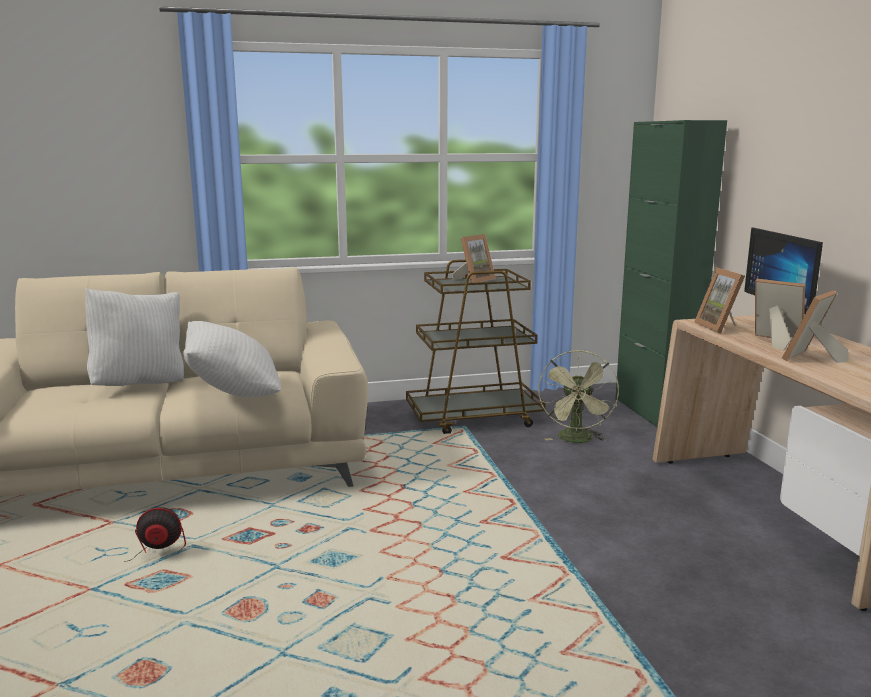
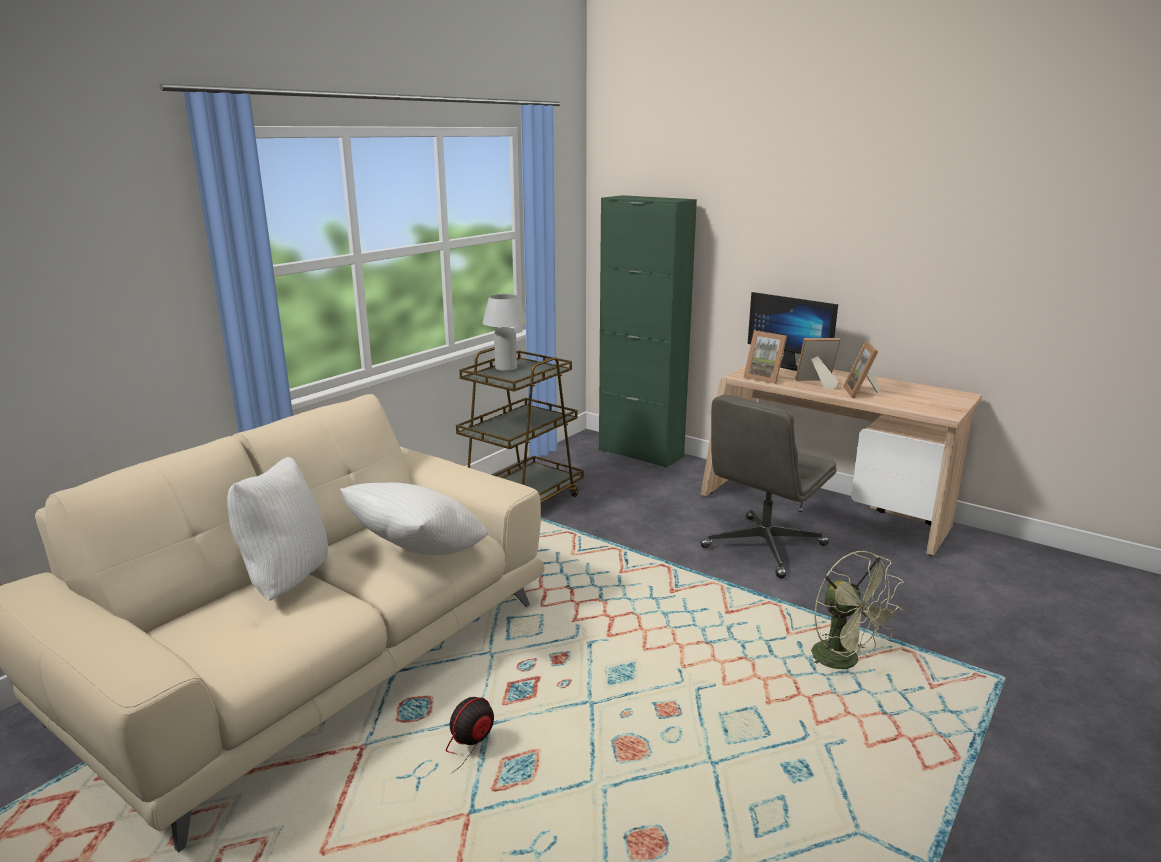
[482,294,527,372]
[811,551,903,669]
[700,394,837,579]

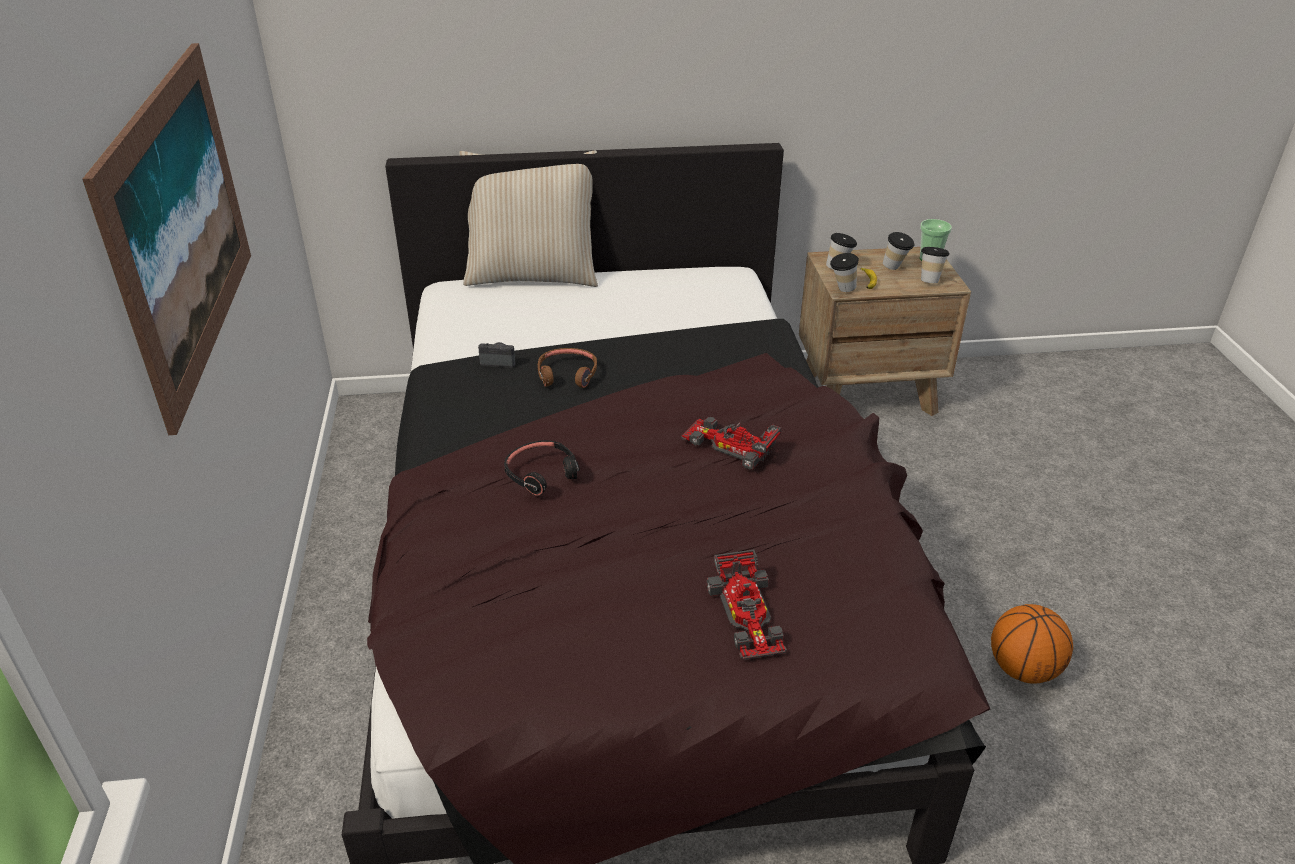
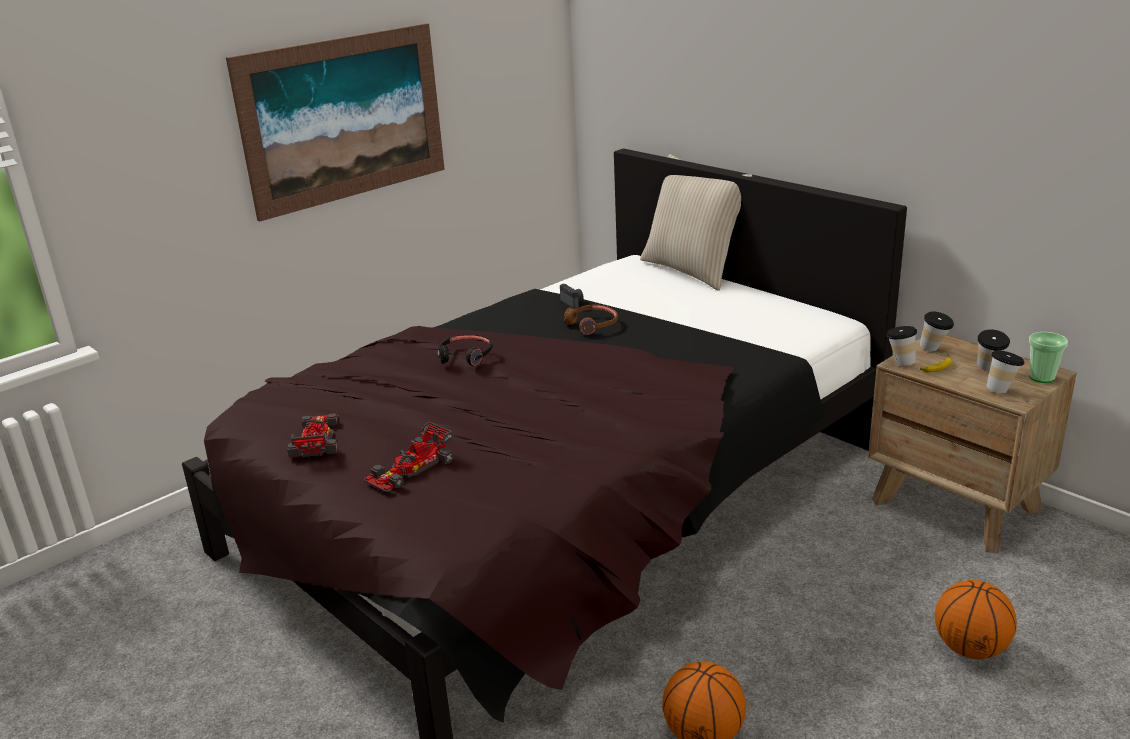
[287,413,339,458]
[935,580,1017,659]

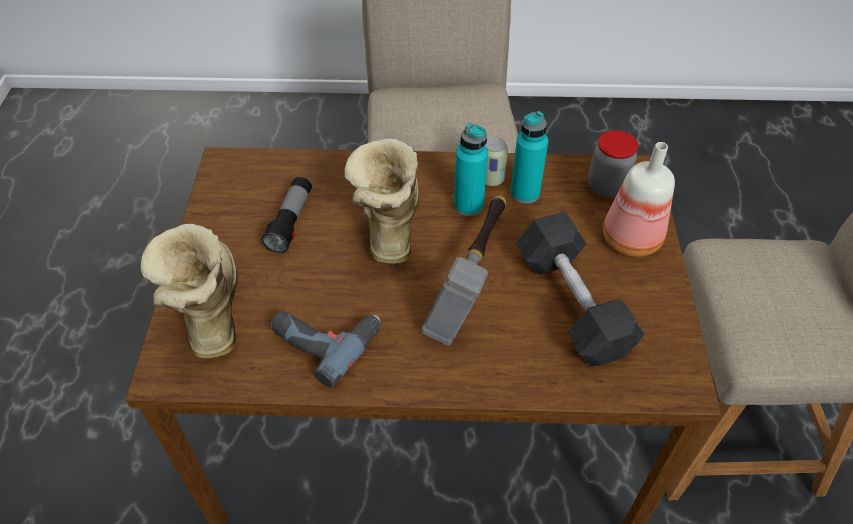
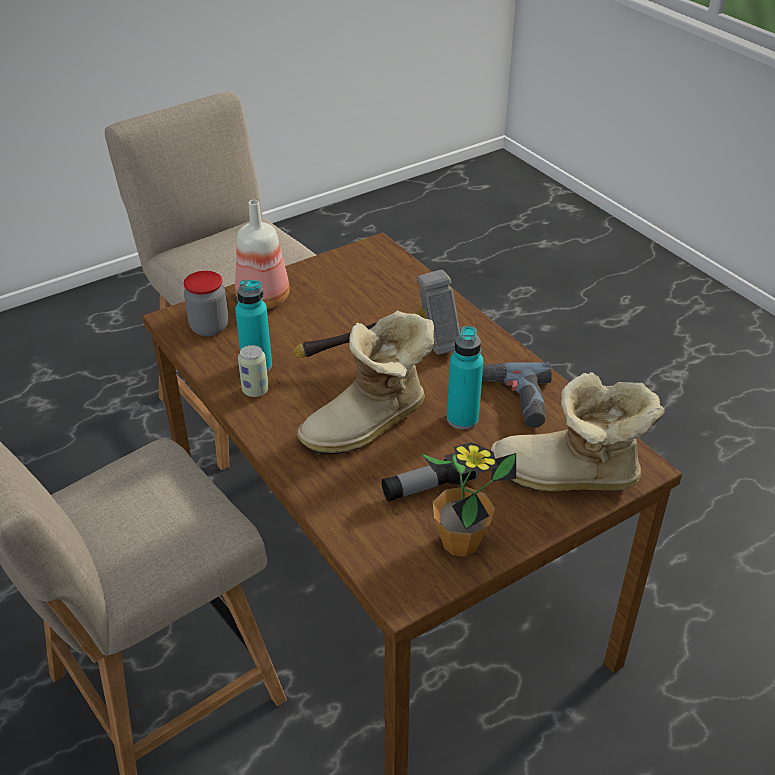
[447,326,483,429]
[516,211,645,366] (first image)
[490,372,665,491]
[421,442,516,557]

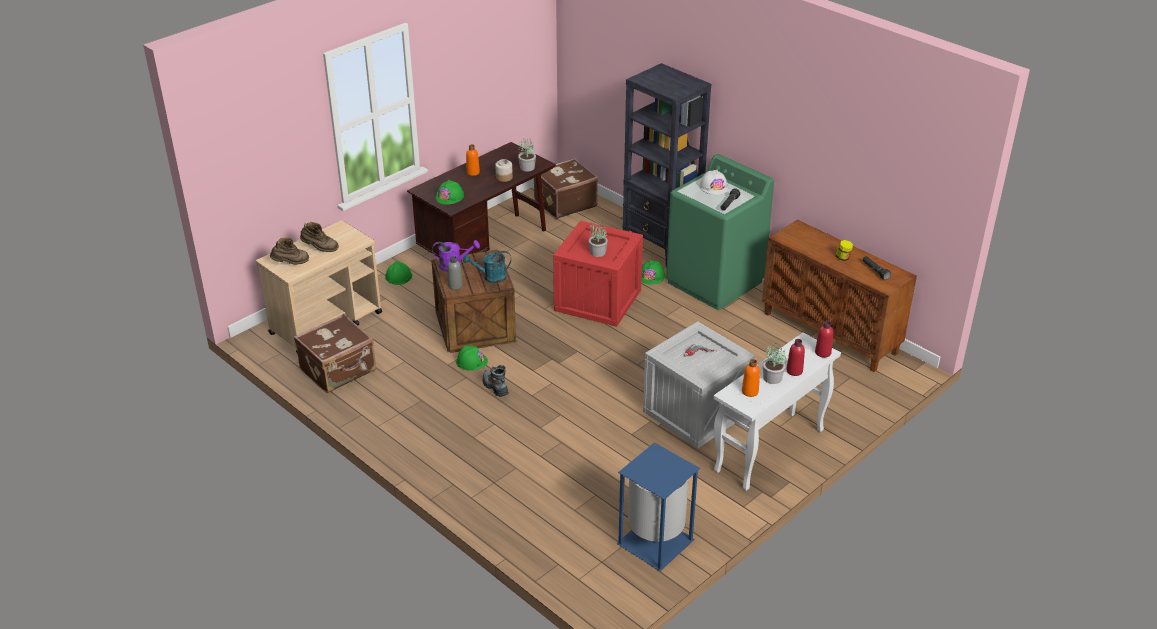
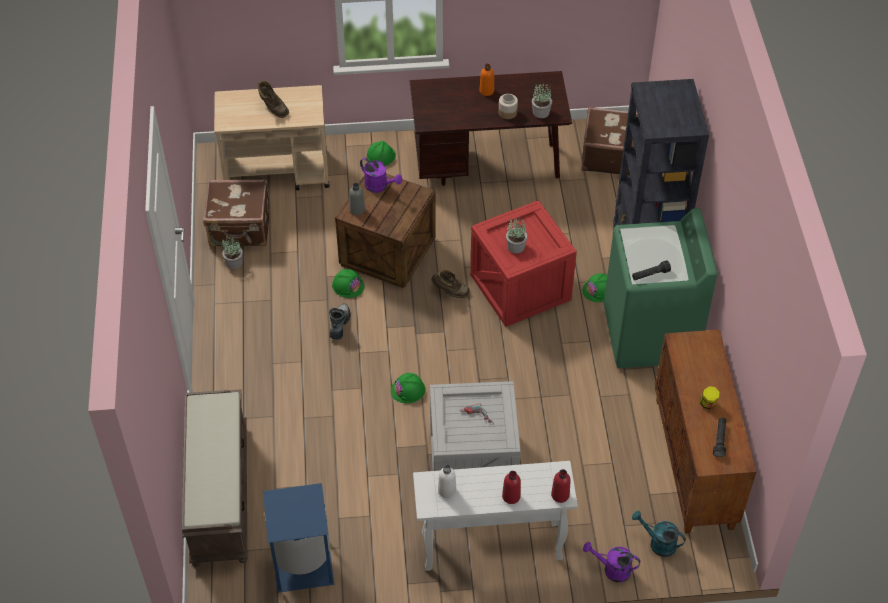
[700,170,728,195] (first image)
[391,373,425,403]
[431,269,470,298]
[632,511,686,557]
[222,234,243,269]
[438,465,456,498]
[182,390,247,567]
[583,542,640,582]

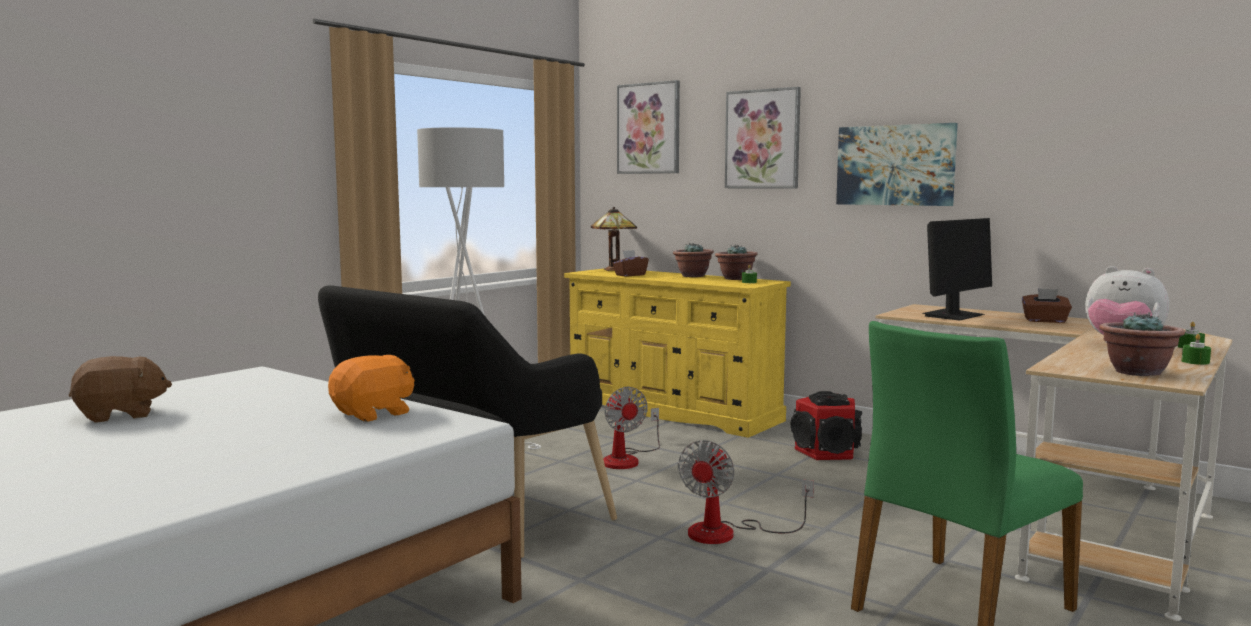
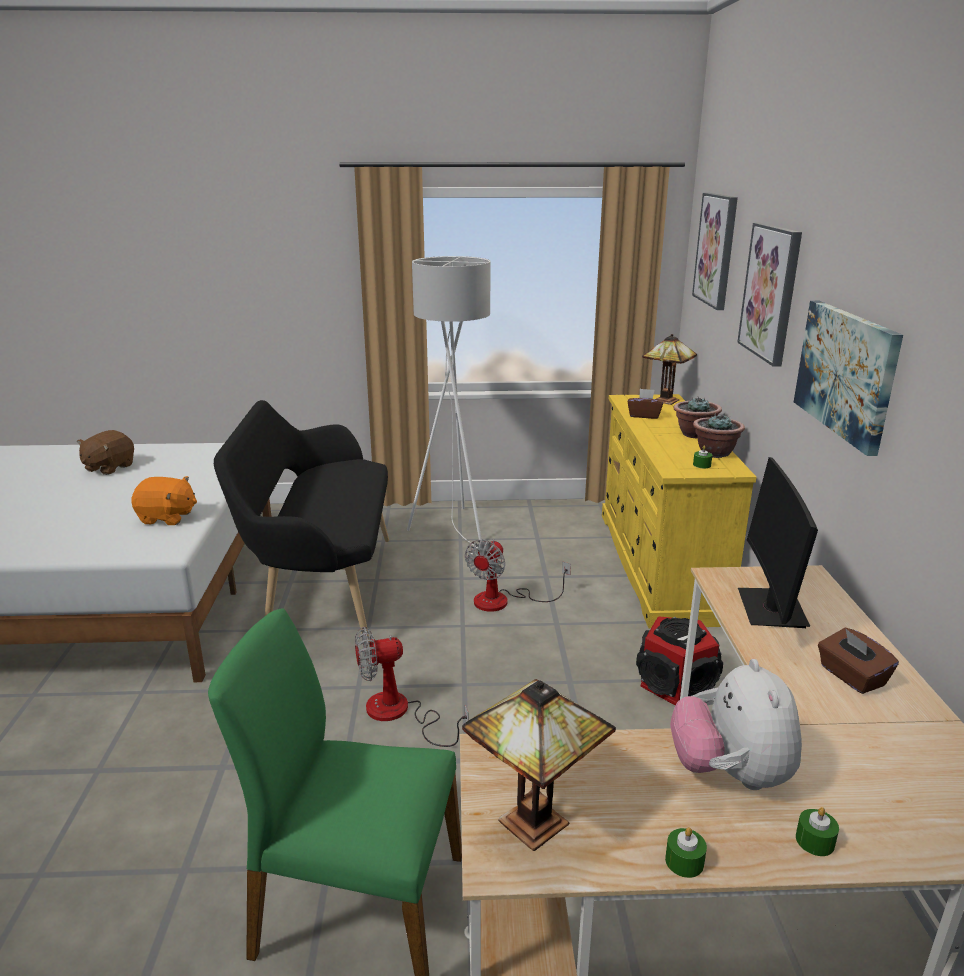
[738,457,818,628]
[462,679,616,851]
[77,430,134,475]

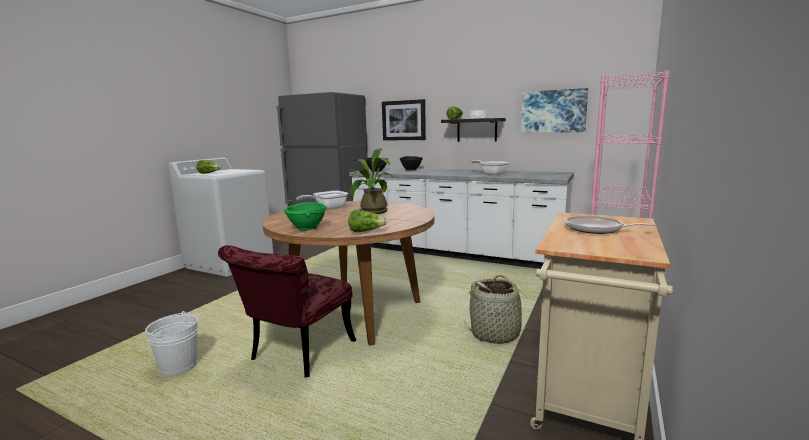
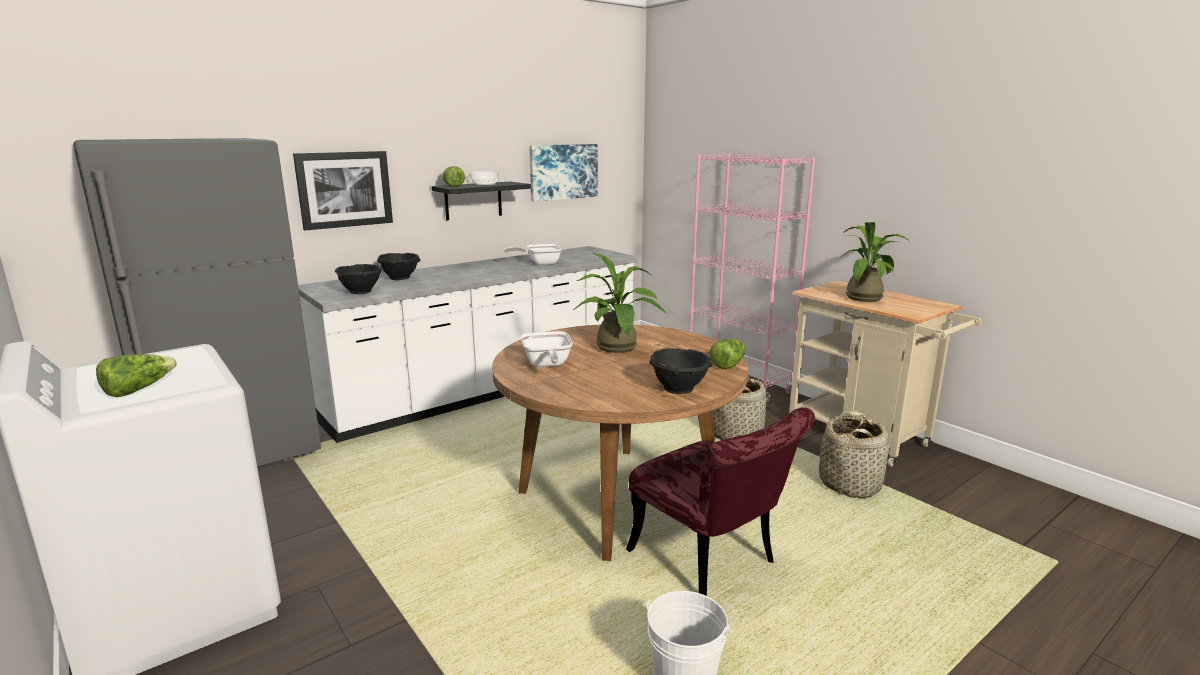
[649,348,712,394]
[841,222,908,302]
[819,411,889,498]

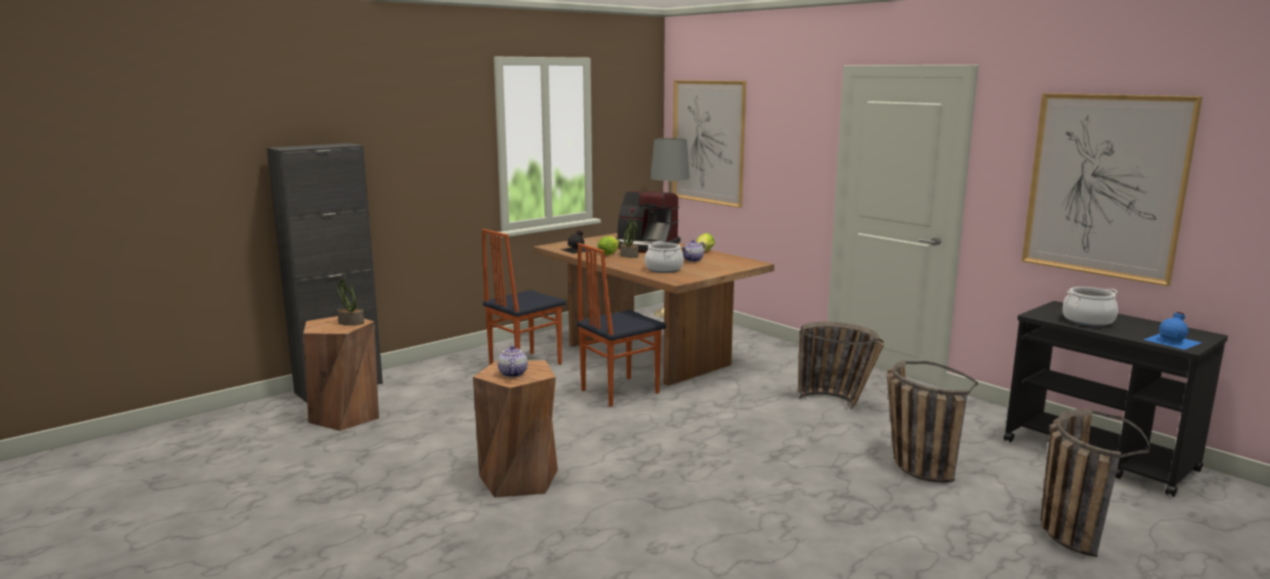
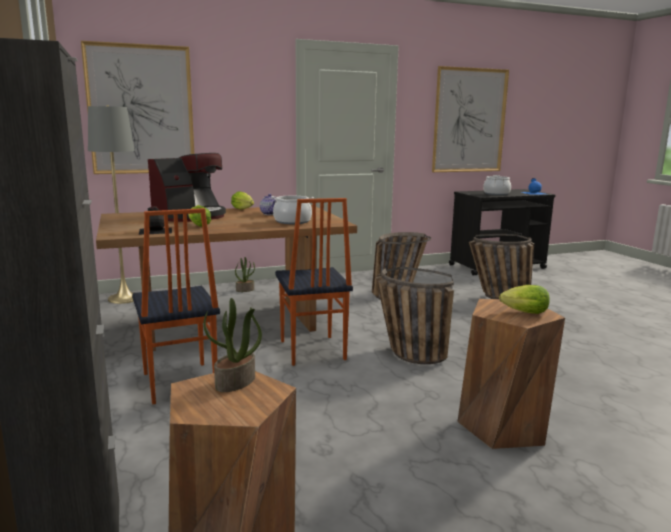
[235,257,255,292]
[499,285,550,314]
[376,267,454,364]

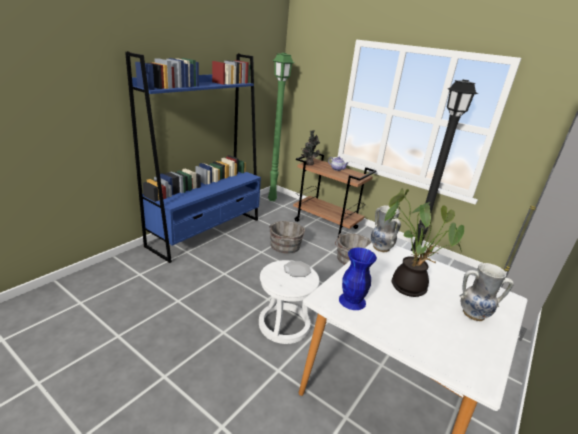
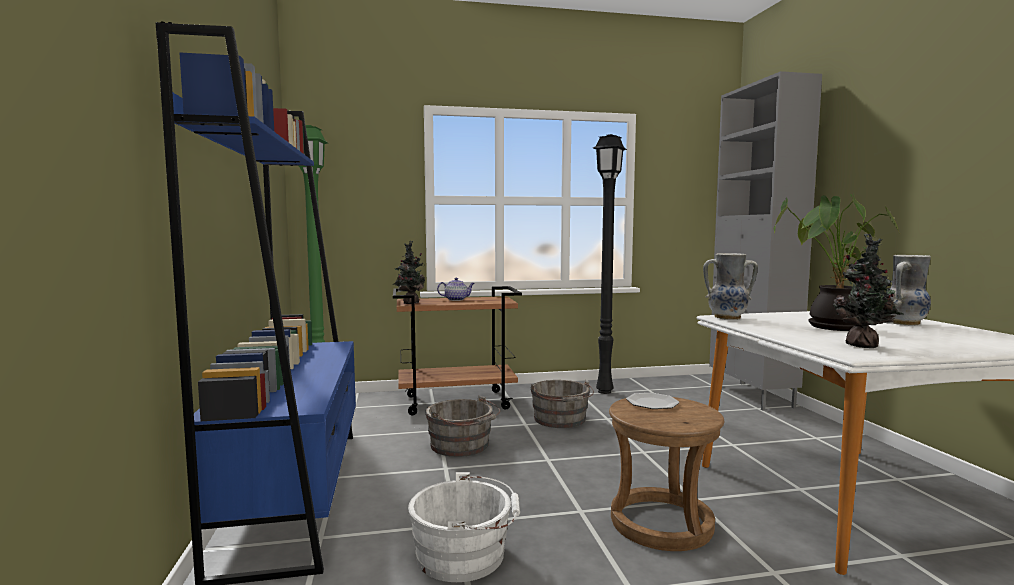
[833,234,904,348]
[609,397,724,551]
[408,472,520,582]

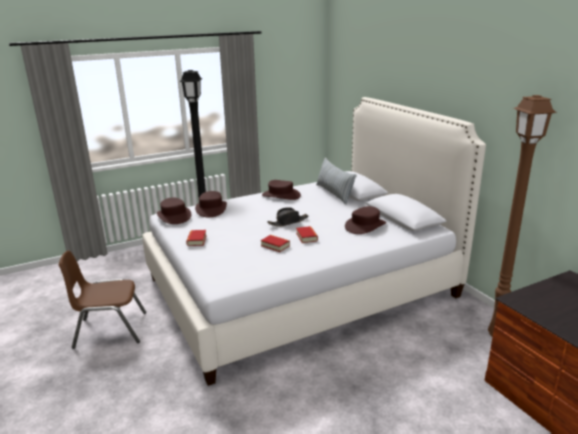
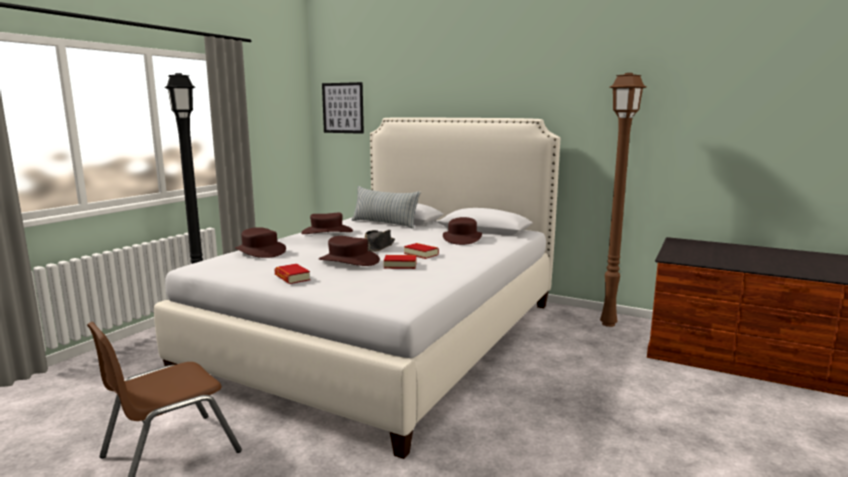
[319,236,380,266]
[322,82,364,134]

